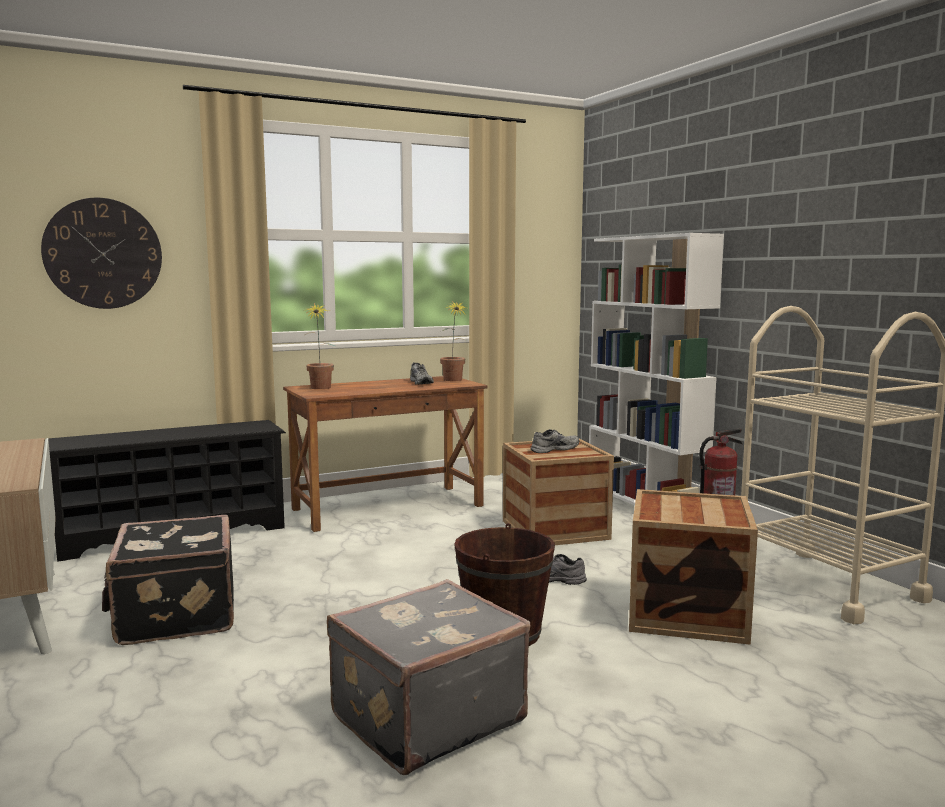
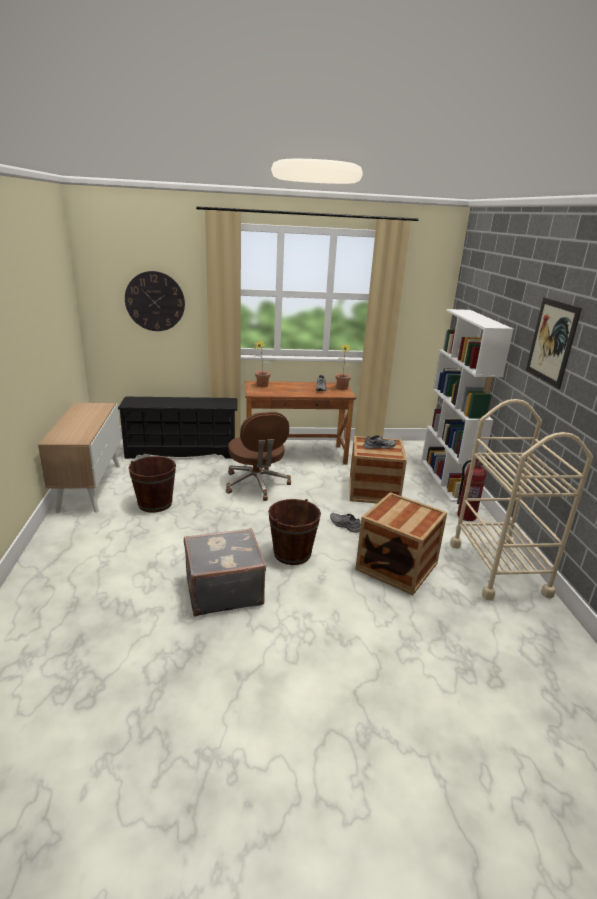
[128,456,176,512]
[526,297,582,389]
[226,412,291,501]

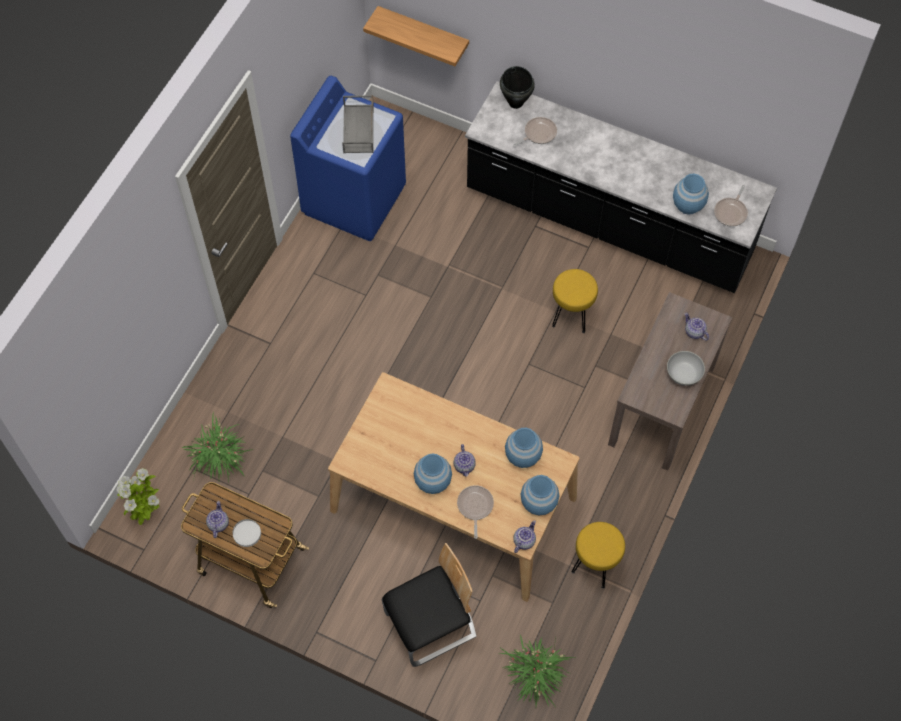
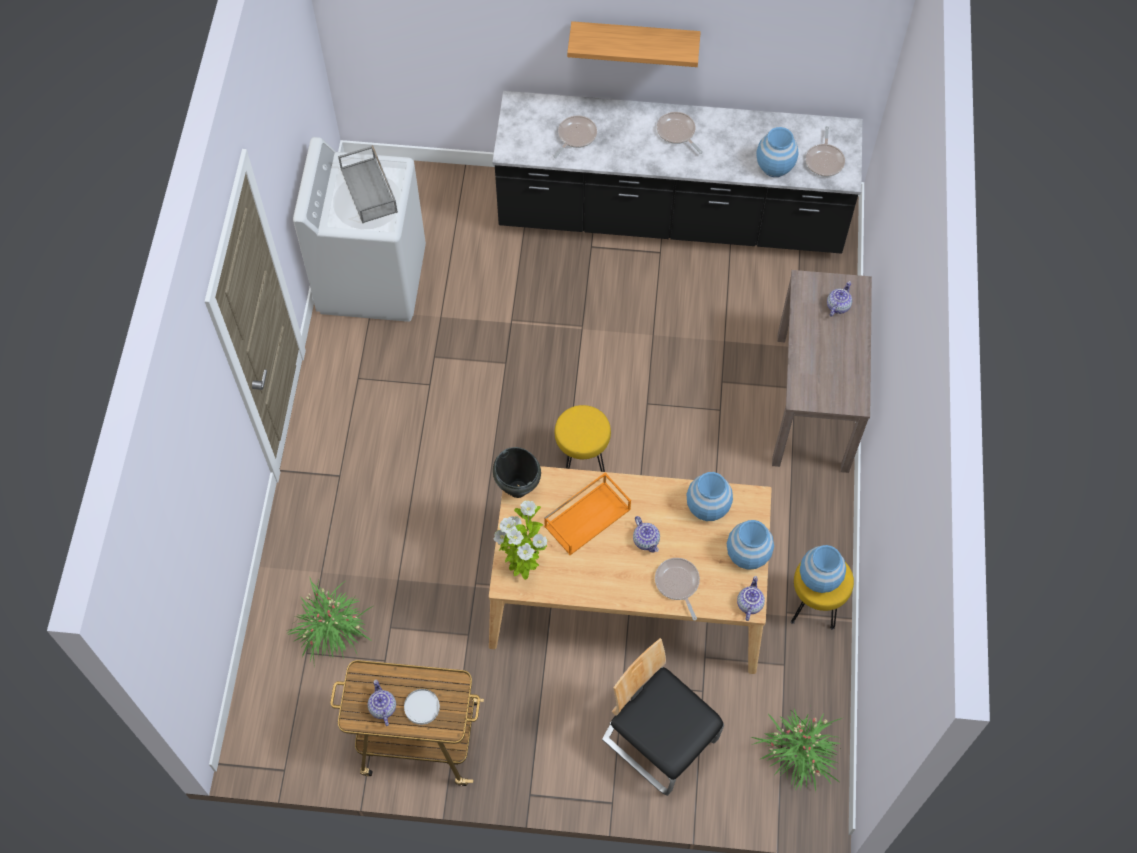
[567,21,701,67]
[493,447,541,498]
[293,137,426,322]
[555,405,611,472]
[827,281,852,317]
[667,351,705,386] (first image)
[800,545,846,593]
[494,500,548,580]
[602,638,724,796]
[657,112,703,154]
[544,472,631,555]

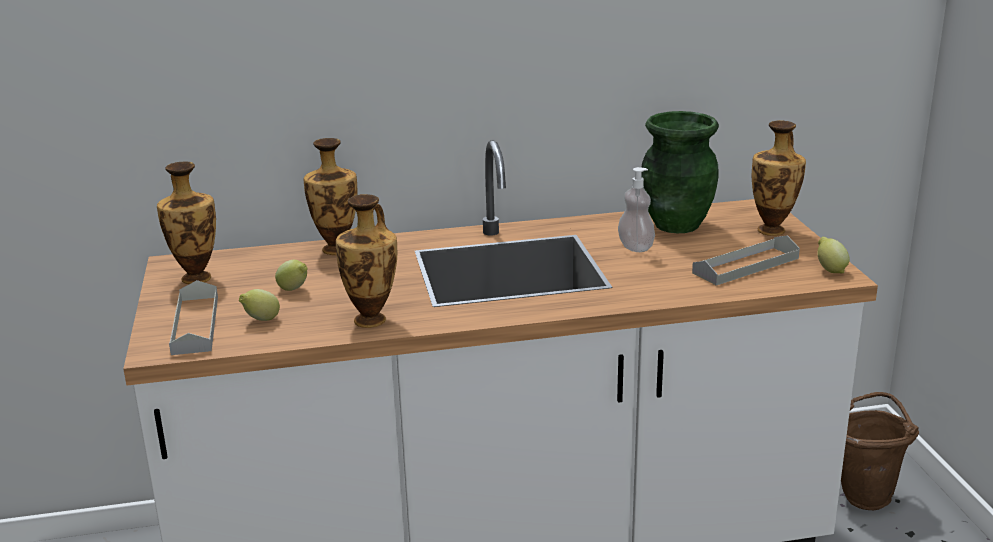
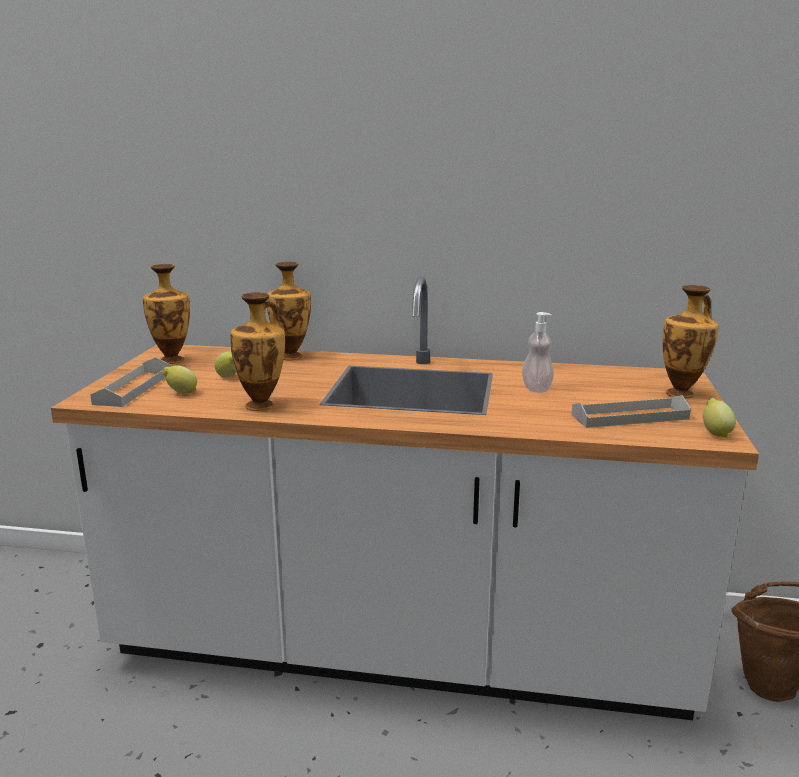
[641,111,719,233] (first image)

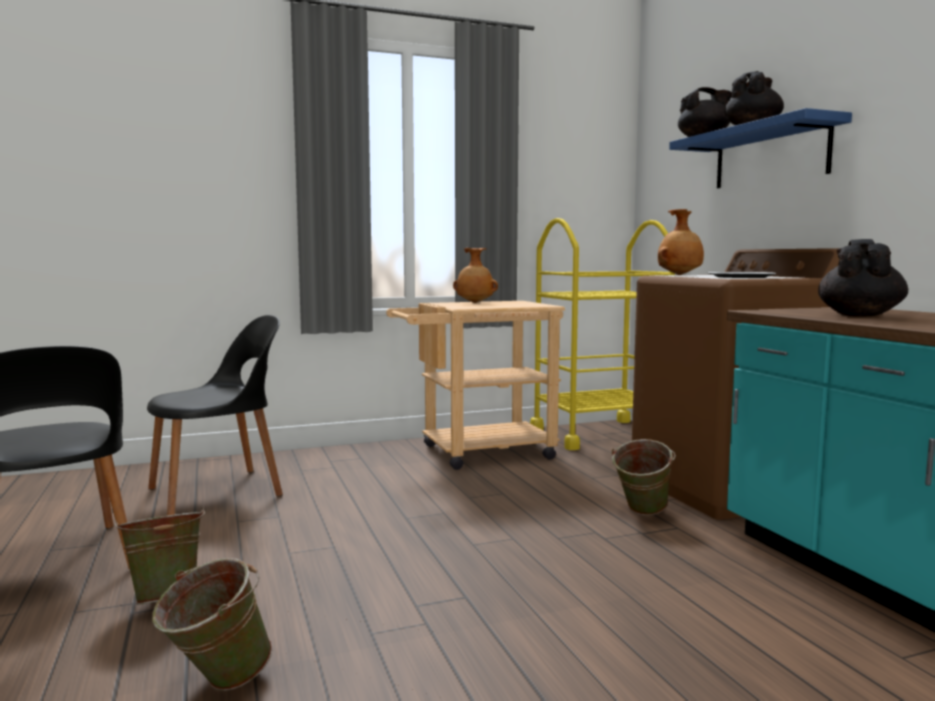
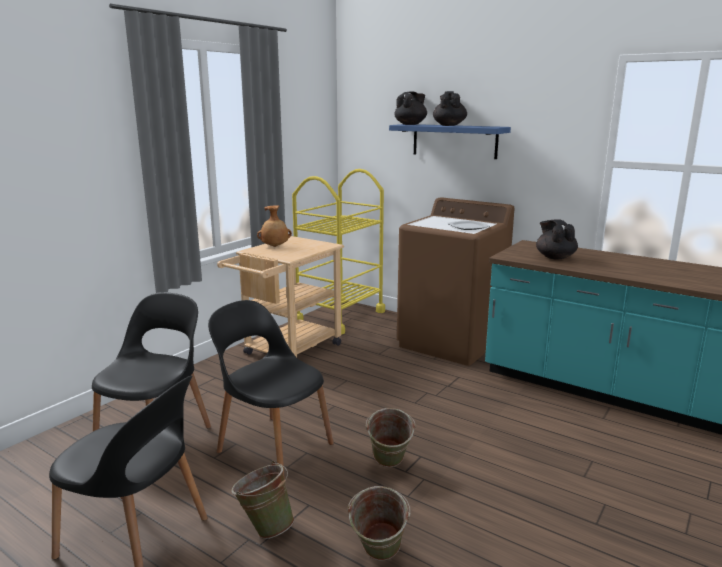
[658,209,704,275] (first image)
[366,408,416,467]
[208,300,334,480]

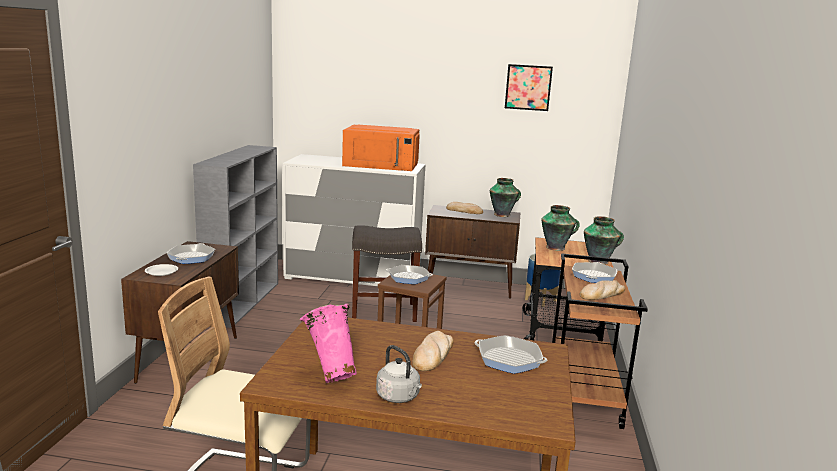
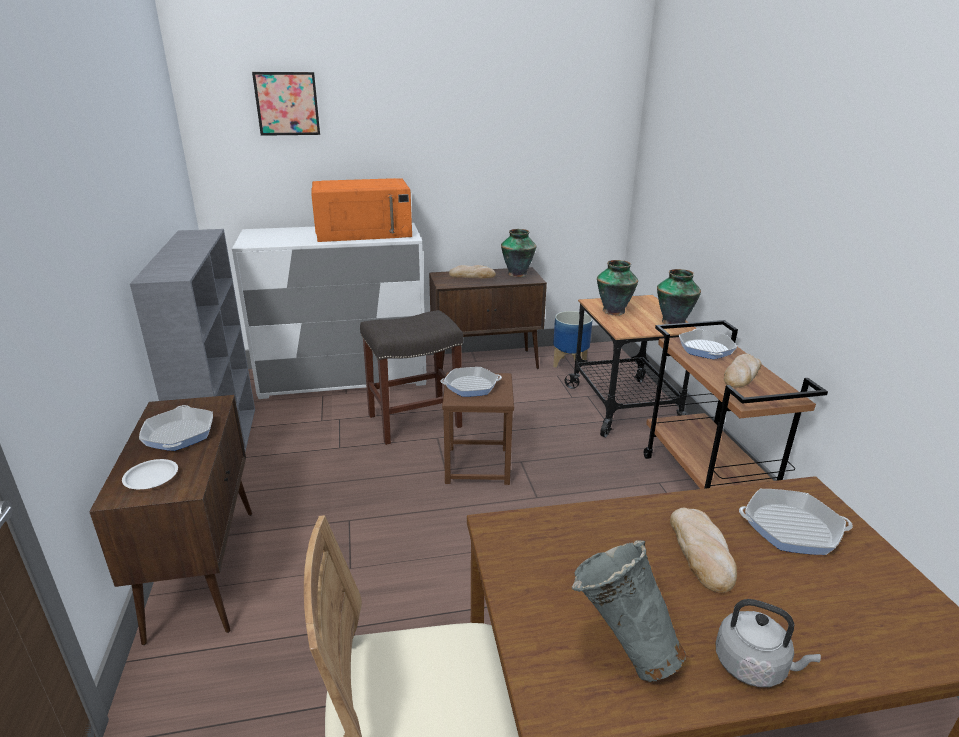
[252,72,320,136]
[572,540,686,682]

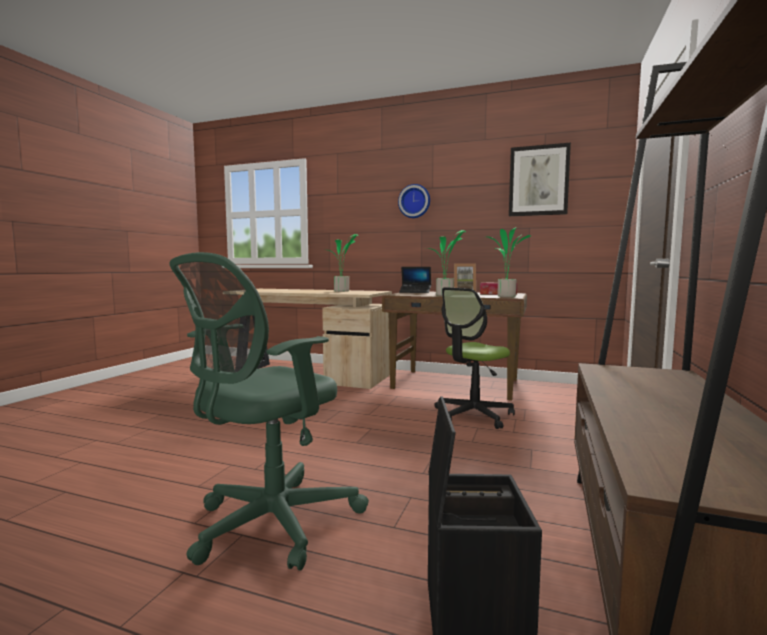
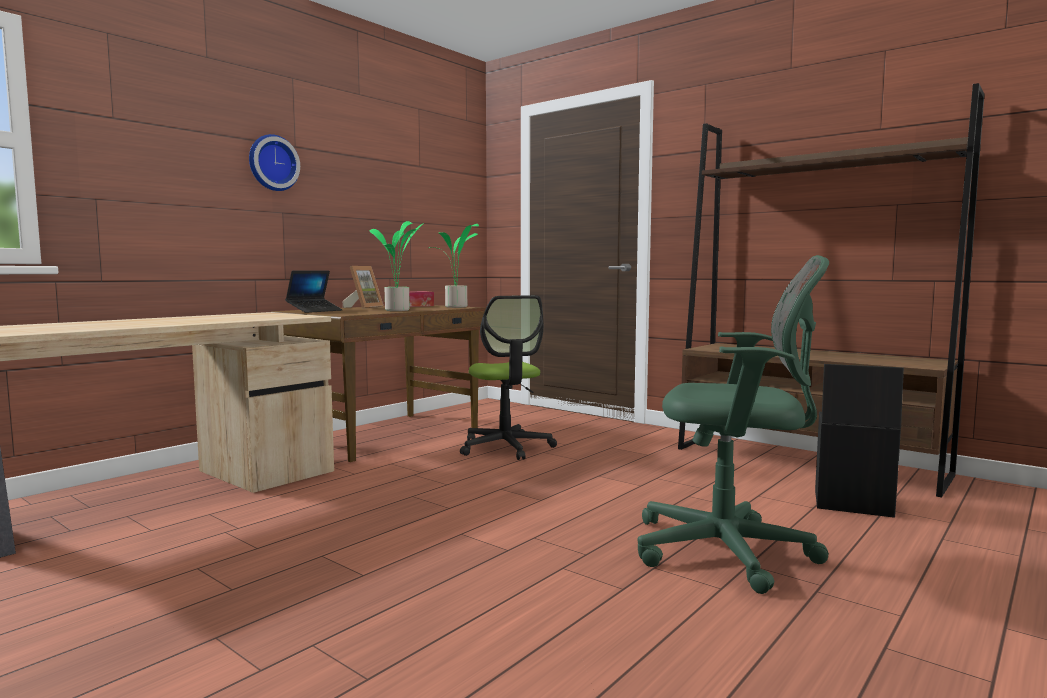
[509,143,571,216] (first image)
[328,234,359,292] (first image)
[637,255,829,594]

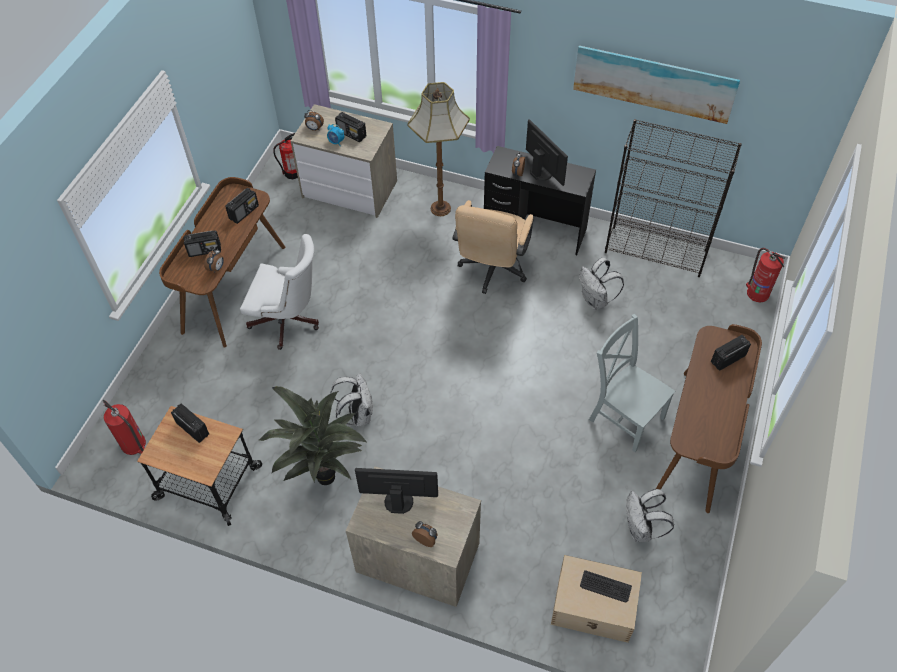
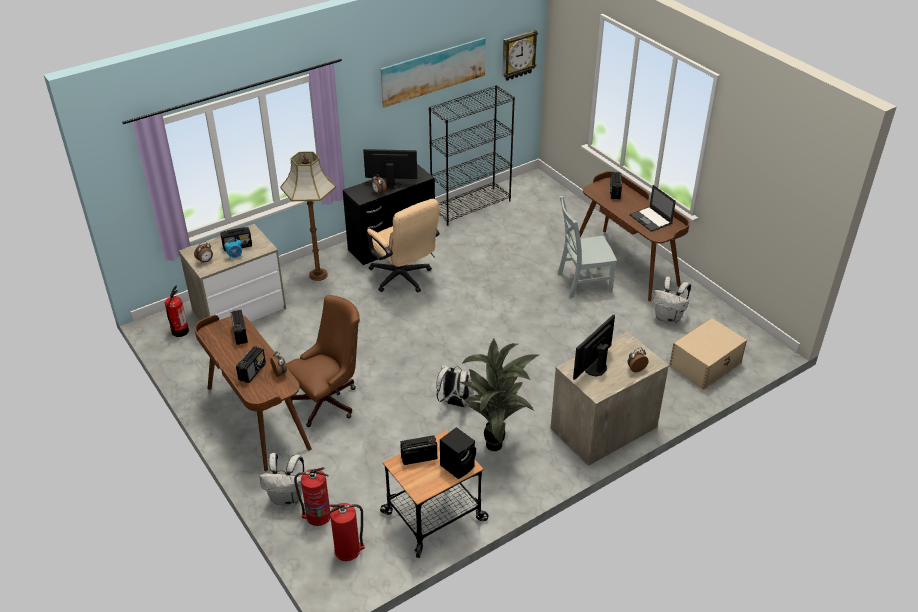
[286,295,360,427]
[294,467,330,526]
[260,453,304,506]
[580,570,632,602] (first image)
[502,30,538,81]
[630,185,676,232]
[440,427,476,479]

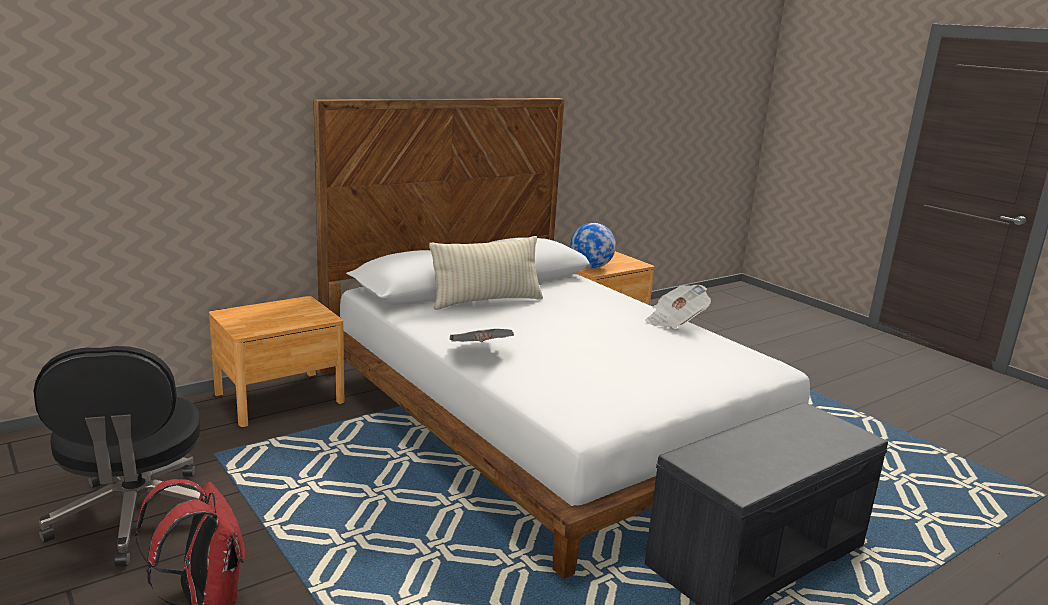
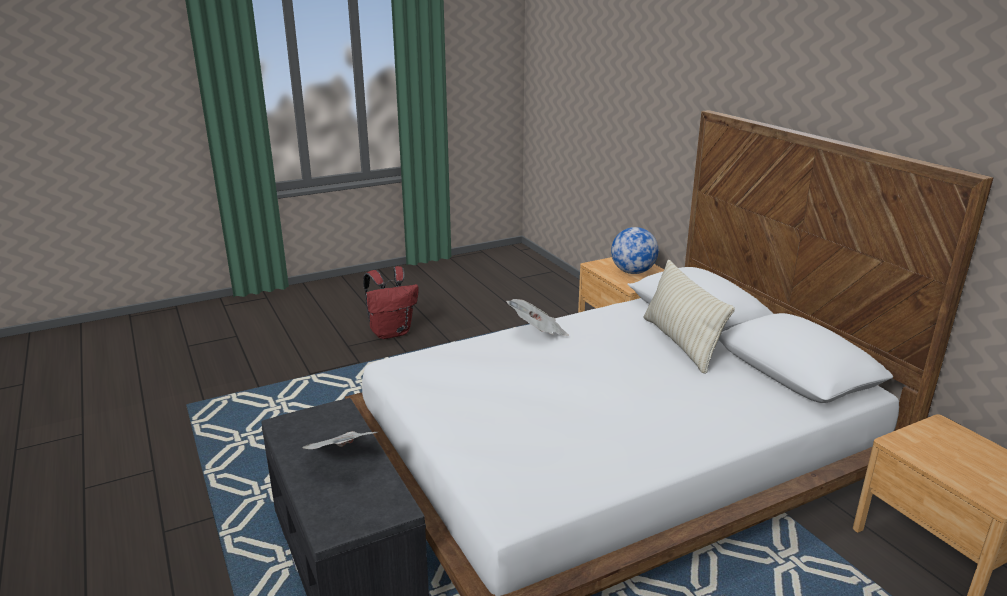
[611,227,658,274]
[302,431,377,449]
[34,346,200,566] (first image)

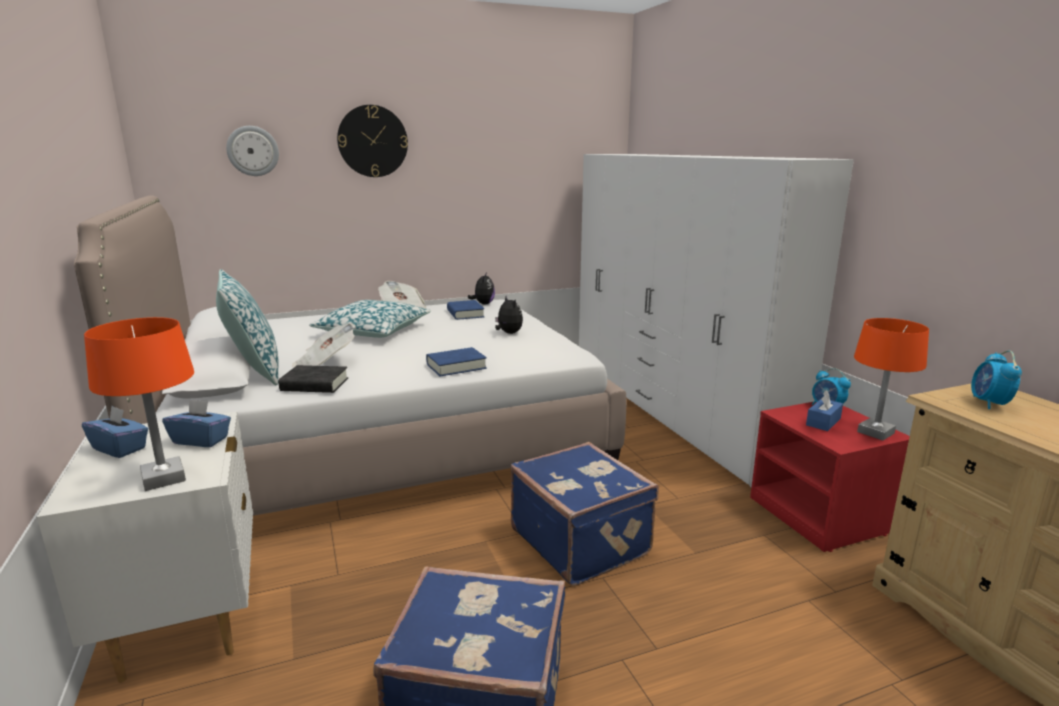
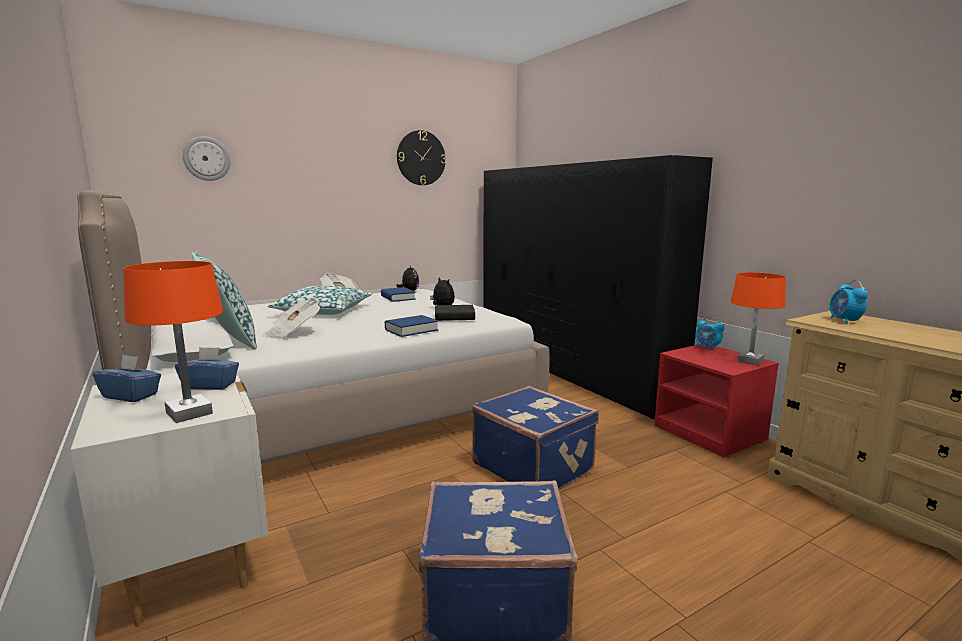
[397,130,446,185]
[484,155,713,419]
[435,305,475,321]
[806,390,843,431] (first image)

